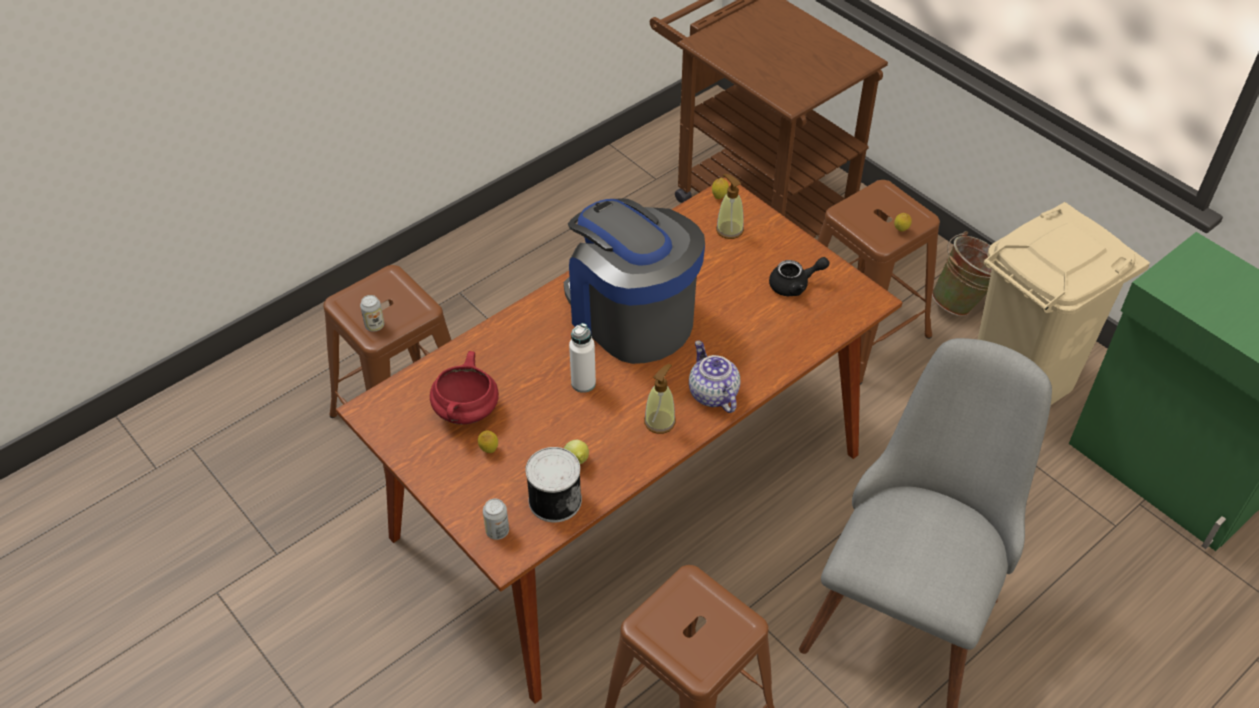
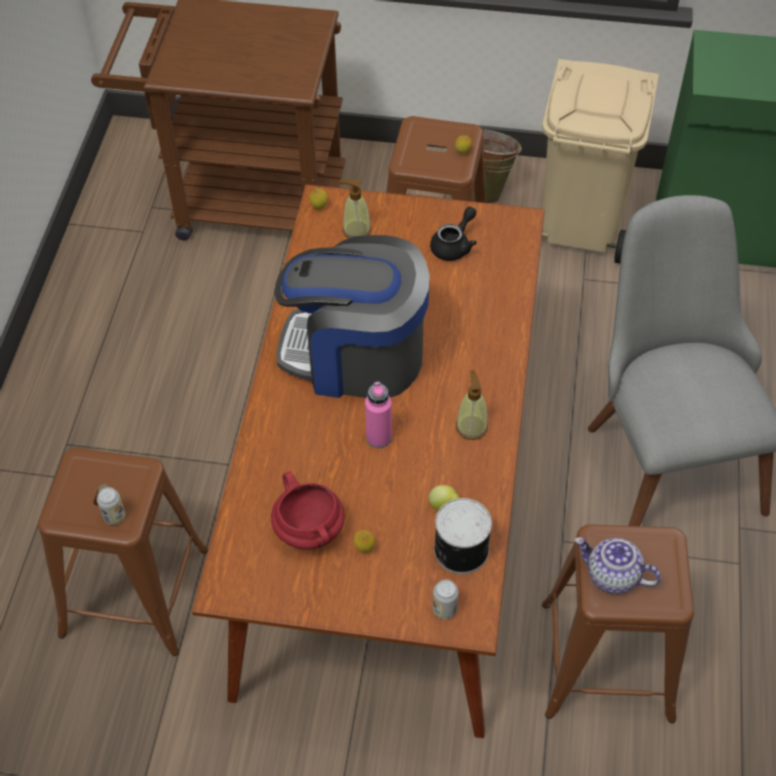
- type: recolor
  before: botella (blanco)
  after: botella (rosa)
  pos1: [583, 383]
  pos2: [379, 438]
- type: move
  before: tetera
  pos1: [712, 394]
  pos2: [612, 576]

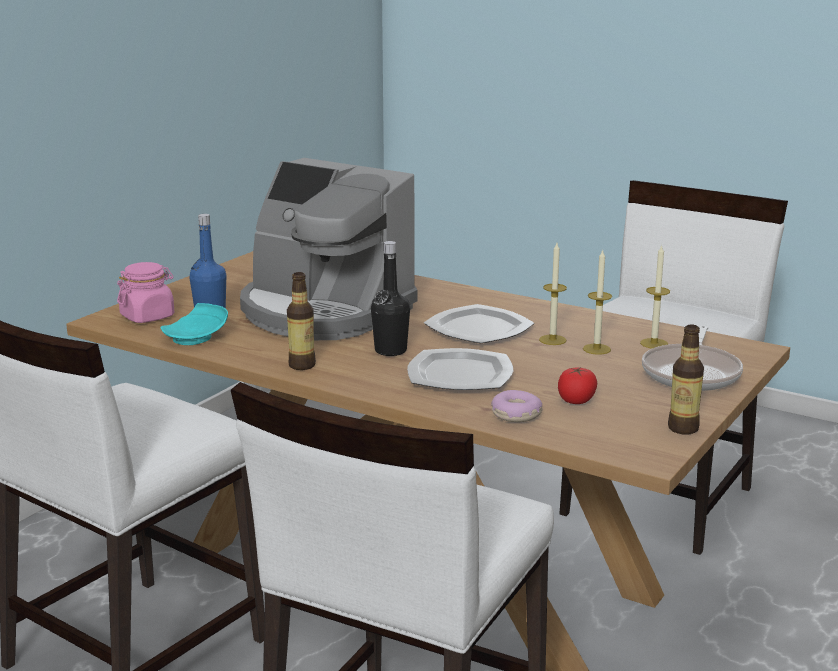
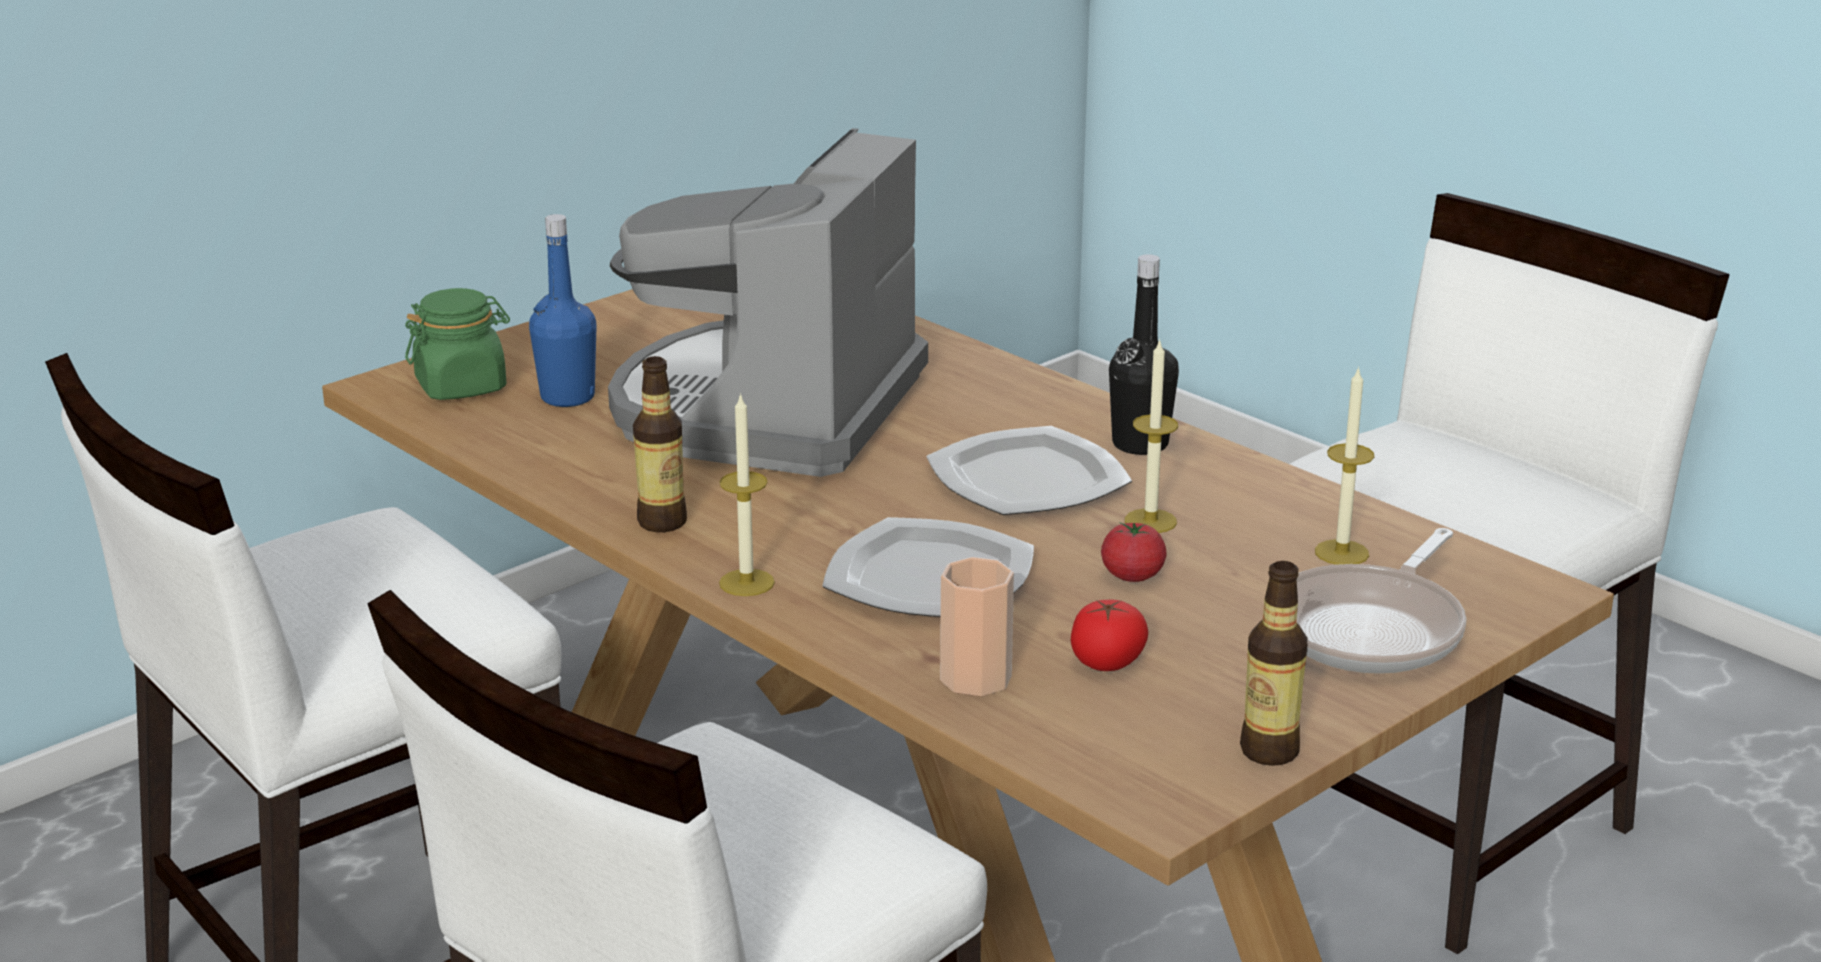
- type: rotate
  before: cafetera
  pos1: [323, 312]
  pos2: [768, 410]
  turn: 60
- type: move
  before: botella (negro)
  pos1: [390, 351]
  pos2: [1140, 444]
- type: move
  before: vela
  pos1: [596, 349]
  pos2: [746, 583]
- type: recolor
  before: tarro (rosa)
  after: tarro (verde)
  pos1: [147, 316]
  pos2: [462, 386]
- type: delete
  before: plato (turquesa)
  pos1: [197, 337]
- type: replace
  before: rosquilla
  after: taza
  pos1: [516, 415]
  pos2: [975, 678]
- type: insert
  after: tomate
  pos2: [1132, 576]

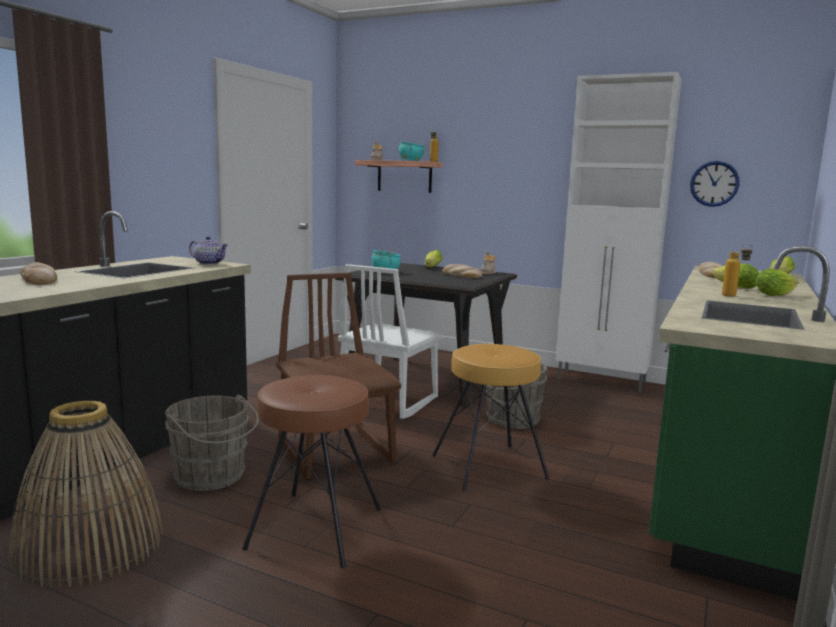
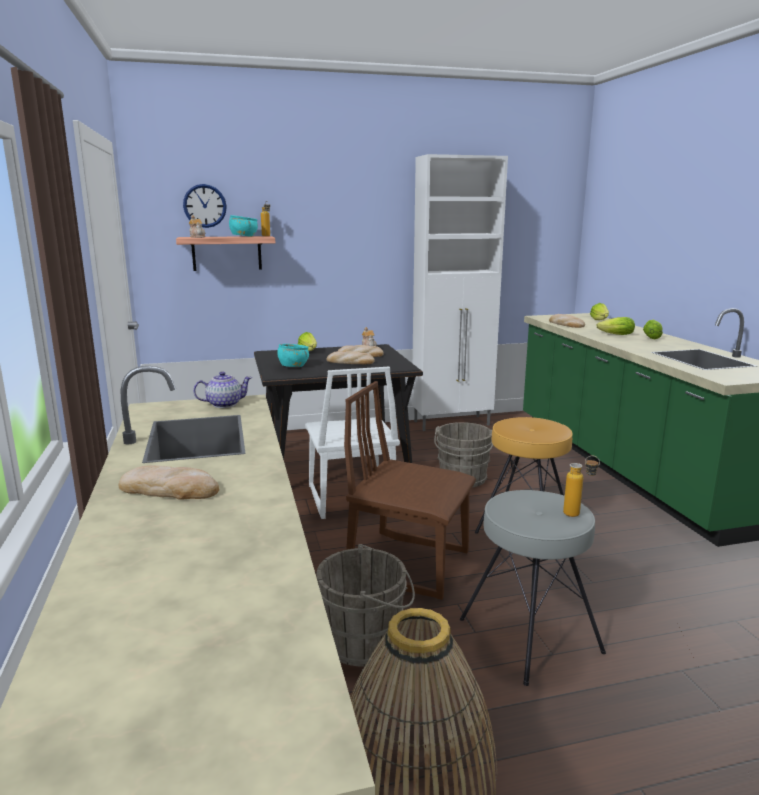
- type: move
  before: reloj de pared
  pos1: [714, 184]
  pos2: [205, 206]
- type: move
  before: botella
  pos1: [734, 296]
  pos2: [578, 514]
- type: recolor
  before: taburete (marrón)
  after: taburete (gris)
  pos1: [314, 527]
  pos2: [529, 636]
- type: insert
  after: pan
  pos2: [350, 362]

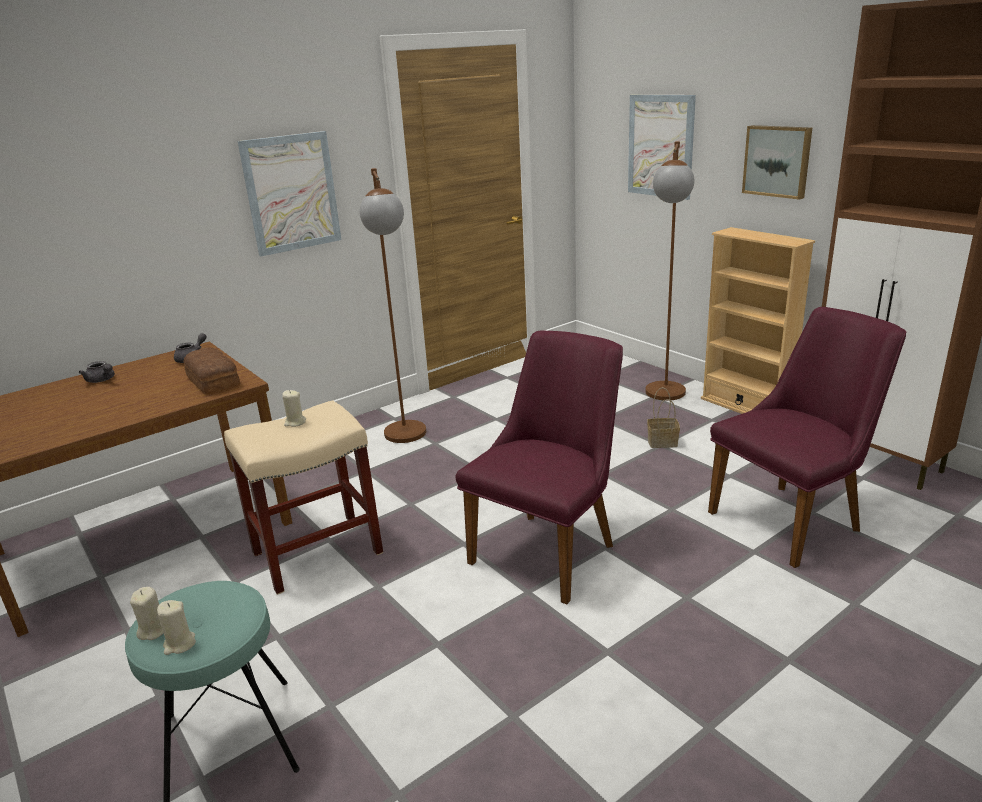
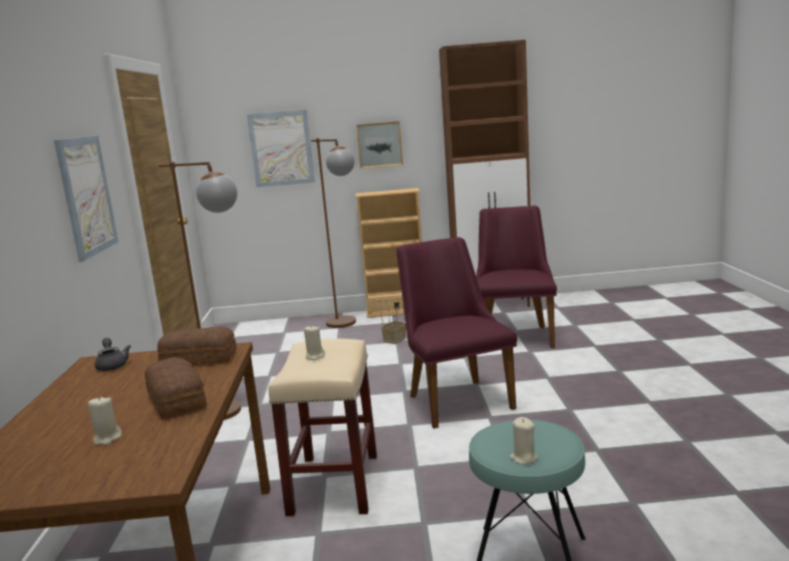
- type: delete
  before: tetera (gris)
  pos1: [102, 380]
- type: move
  before: vela (beis)
  pos1: [179, 644]
  pos2: [107, 438]
- type: insert
  after: pan
  pos2: [177, 399]

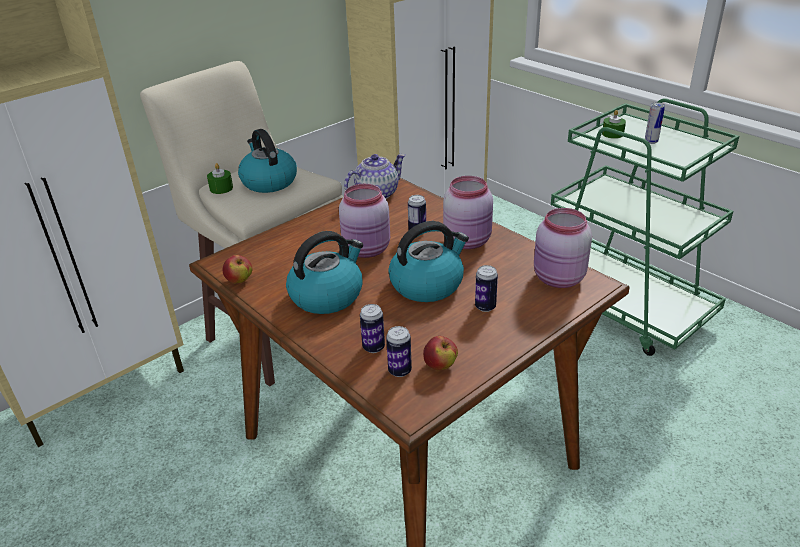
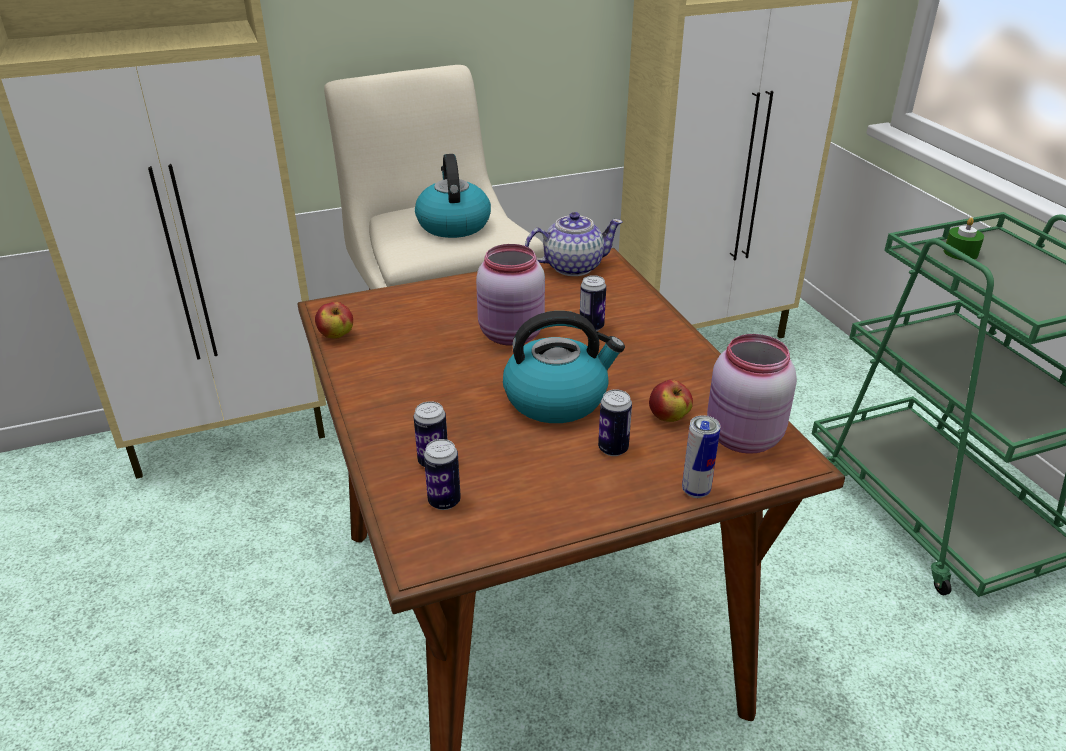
- type: move
  before: lata
  pos1: [651, 141]
  pos2: [696, 490]
- type: delete
  before: vela (verde)
  pos1: [221, 188]
- type: delete
  before: tarro (rosa)
  pos1: [468, 241]
- type: delete
  before: hervidor
  pos1: [327, 295]
- type: move
  before: manzana
  pos1: [440, 366]
  pos2: [668, 417]

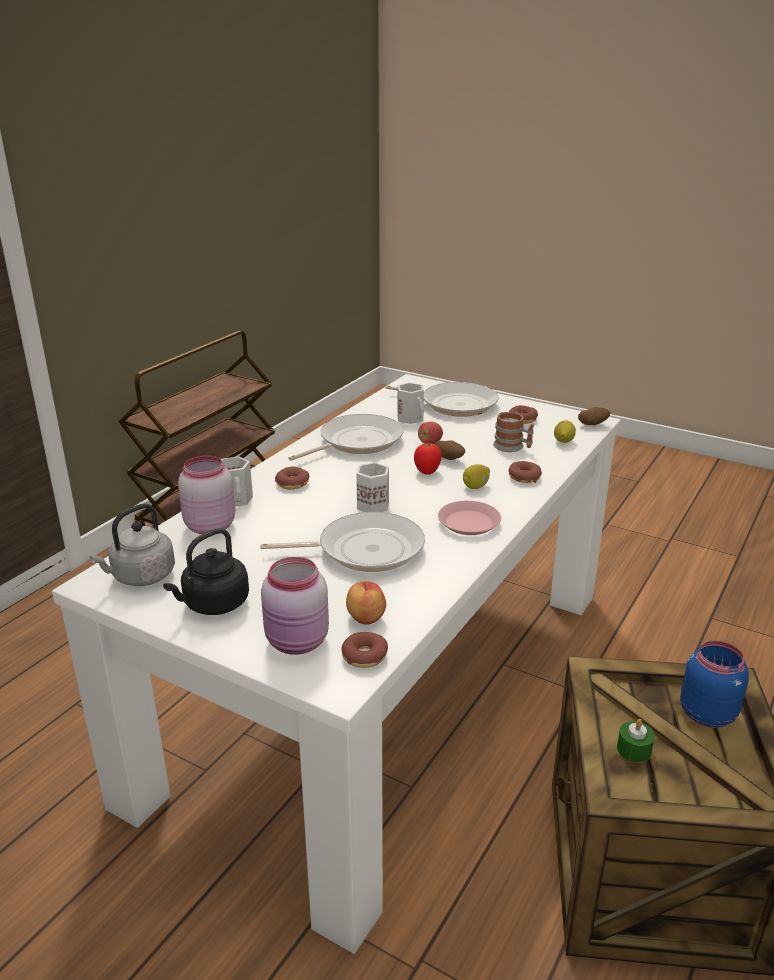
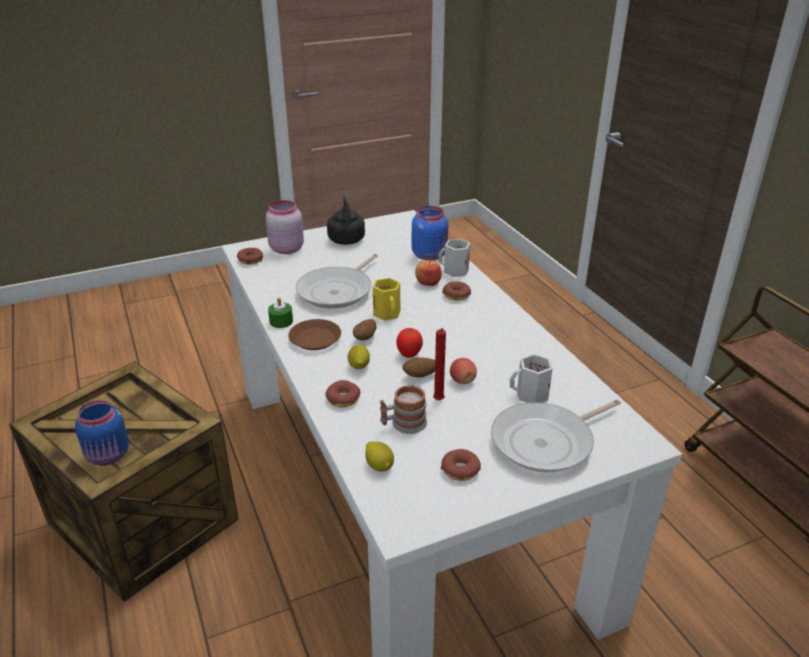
- type: move
  before: patata
  pos1: [592, 425]
  pos2: [365, 338]
- type: delete
  before: sartén
  pos1: [356, 442]
- type: recolor
  before: tarro (rosa)
  after: tarro (azul)
  pos1: [208, 526]
  pos2: [430, 255]
- type: recolor
  before: taza grande (blanco)
  after: taza grande (amarillo)
  pos1: [373, 504]
  pos2: [388, 313]
- type: recolor
  before: plato (rosa)
  after: plato (marrón)
  pos1: [468, 523]
  pos2: [315, 339]
- type: delete
  before: hervidor (gris)
  pos1: [141, 577]
- type: move
  before: manzana
  pos1: [365, 618]
  pos2: [428, 282]
- type: move
  before: vela (verde)
  pos1: [634, 749]
  pos2: [281, 321]
- type: insert
  after: vela (rojo)
  pos2: [438, 401]

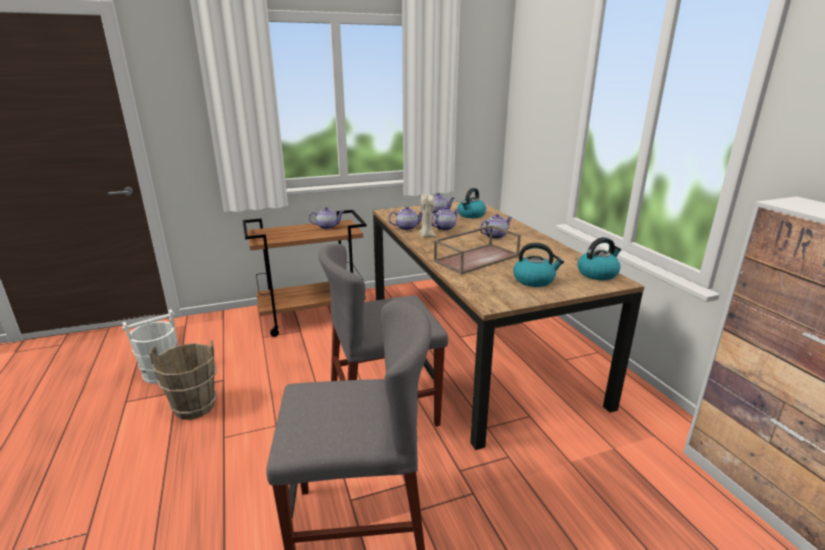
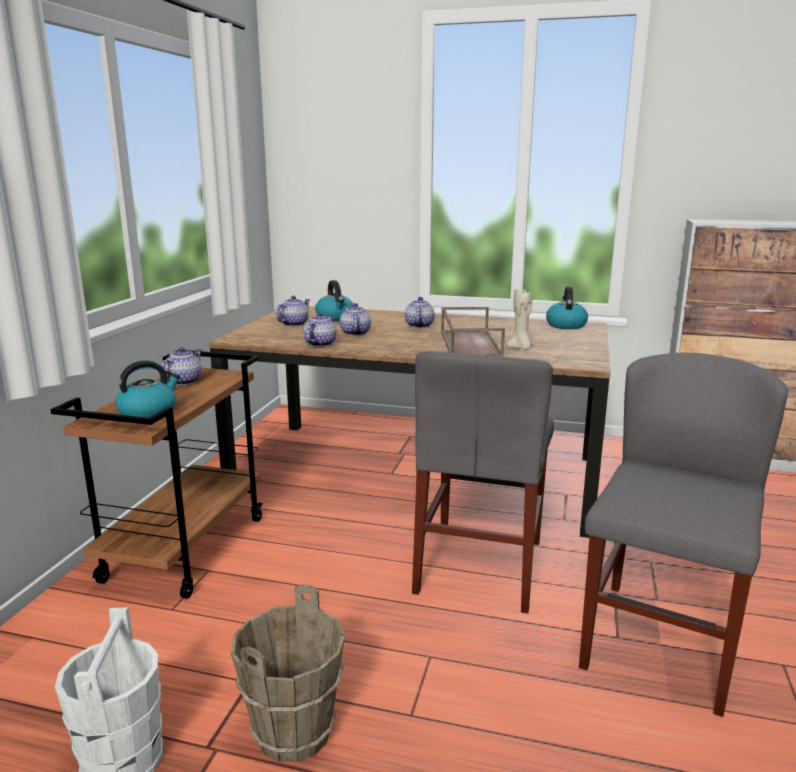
- type: move
  before: vela (beis)
  pos1: [426, 236]
  pos2: [520, 348]
- type: move
  before: hervidor
  pos1: [534, 280]
  pos2: [149, 413]

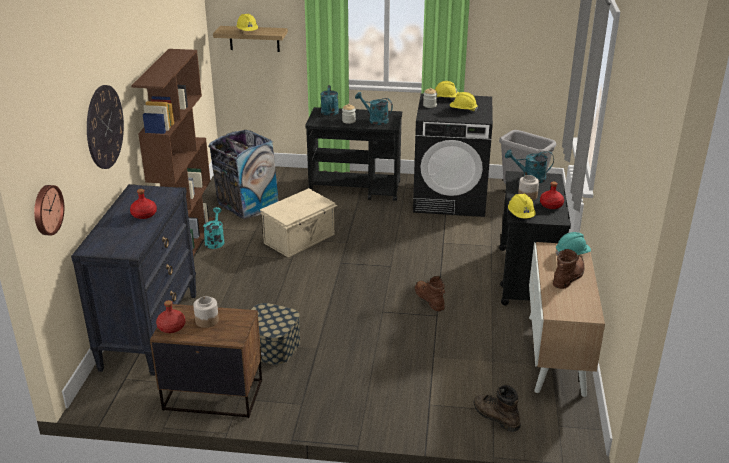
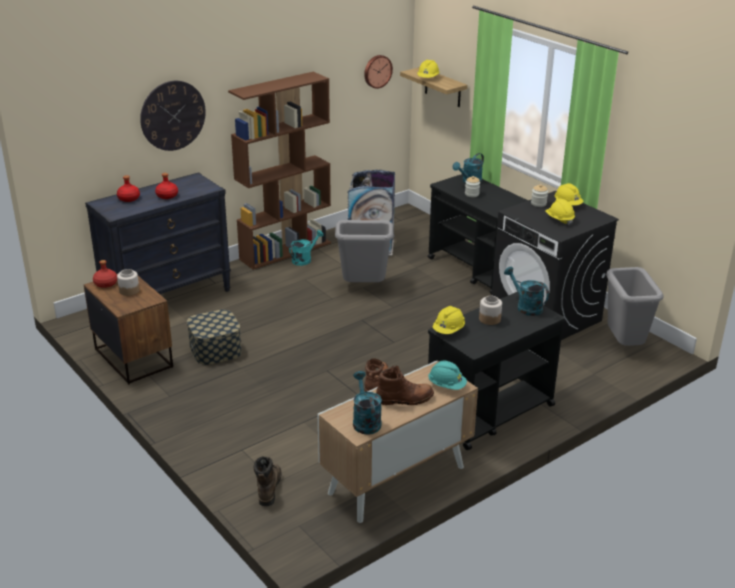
- type: move
  before: regadera (turquesa)
  pos1: [375, 120]
  pos2: [365, 421]
- type: move
  before: botella (rojo)
  pos1: [551, 205]
  pos2: [129, 198]
- type: move
  before: reloj de pared
  pos1: [46, 210]
  pos2: [377, 71]
- type: replace
  before: caja de almacenaje (beis)
  after: papelera (gris)
  pos1: [300, 239]
  pos2: [364, 287]

